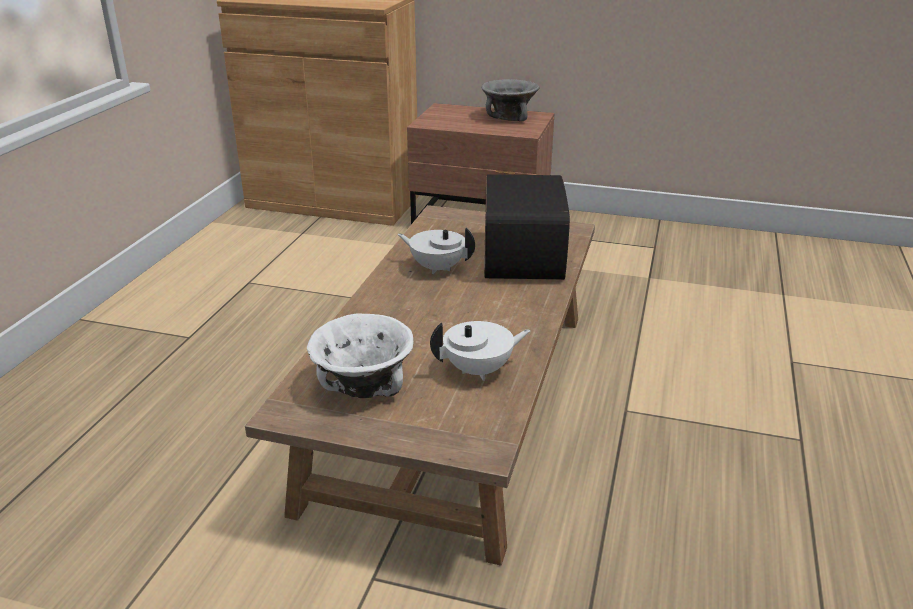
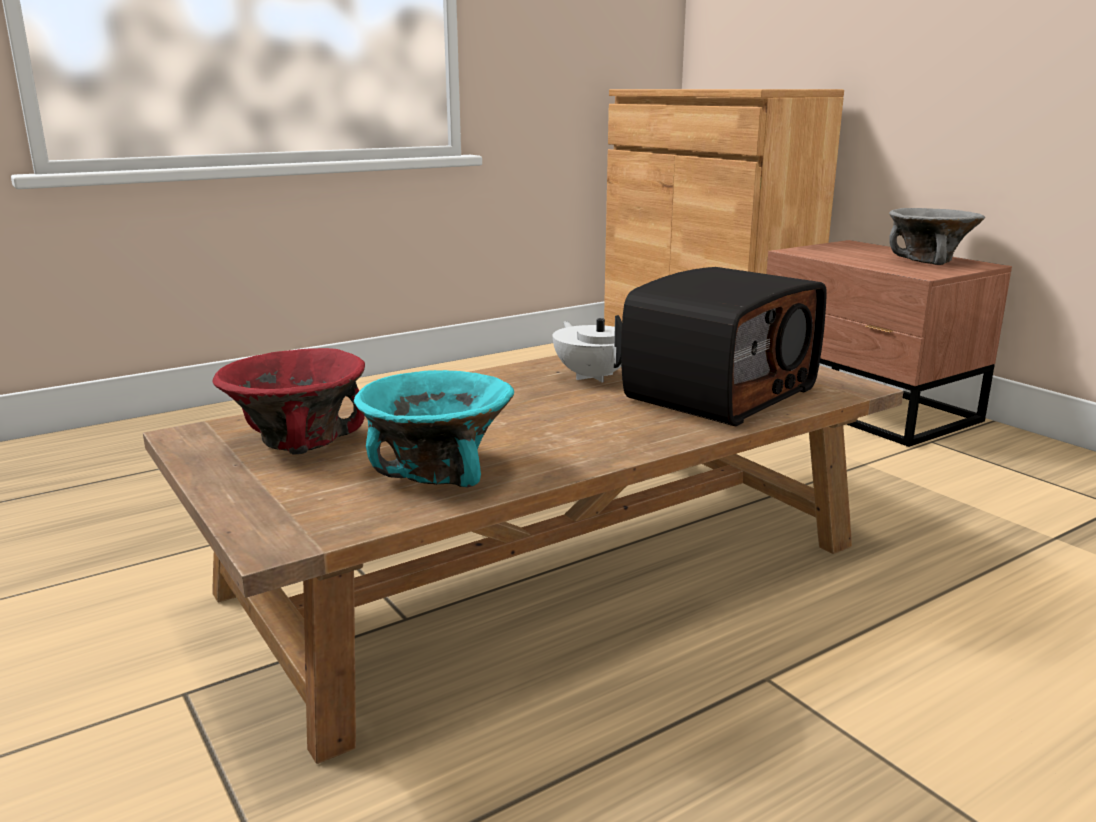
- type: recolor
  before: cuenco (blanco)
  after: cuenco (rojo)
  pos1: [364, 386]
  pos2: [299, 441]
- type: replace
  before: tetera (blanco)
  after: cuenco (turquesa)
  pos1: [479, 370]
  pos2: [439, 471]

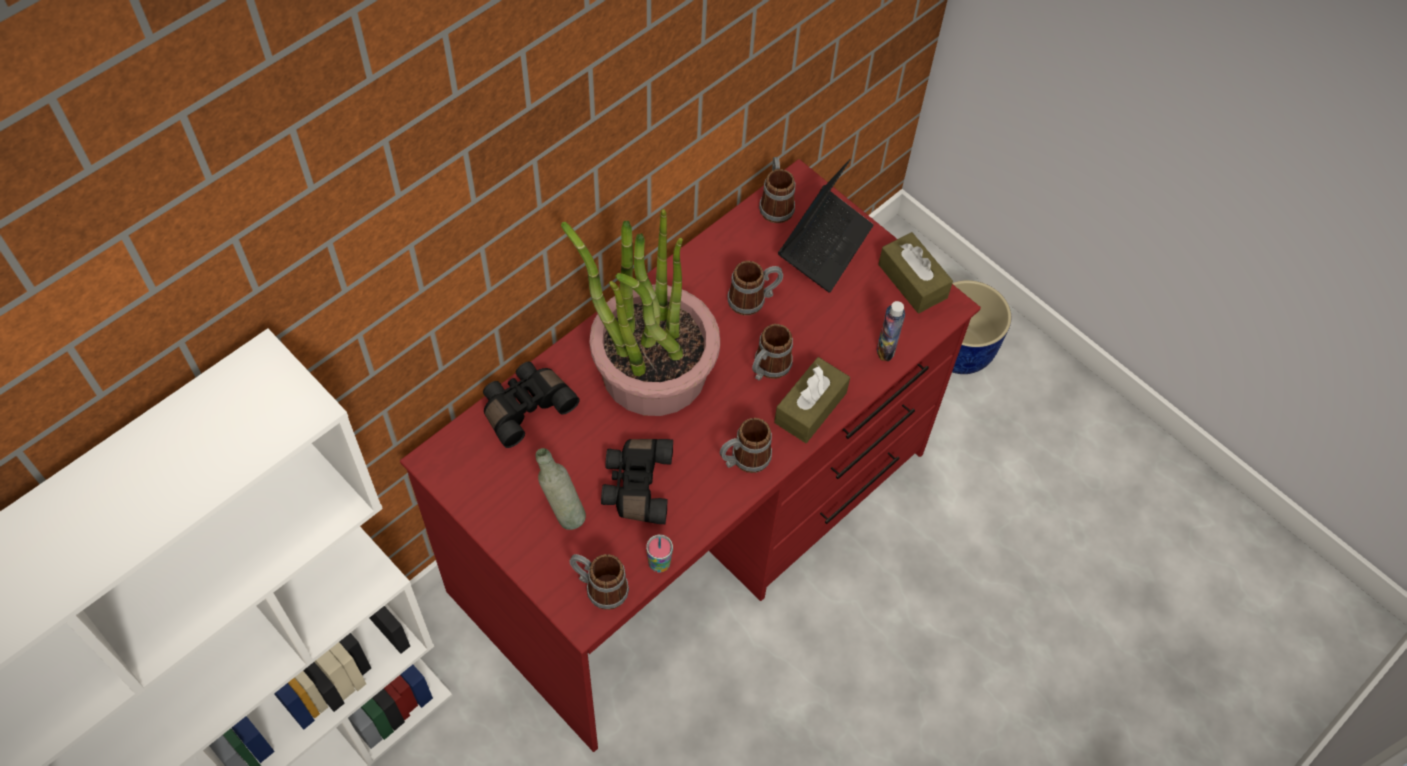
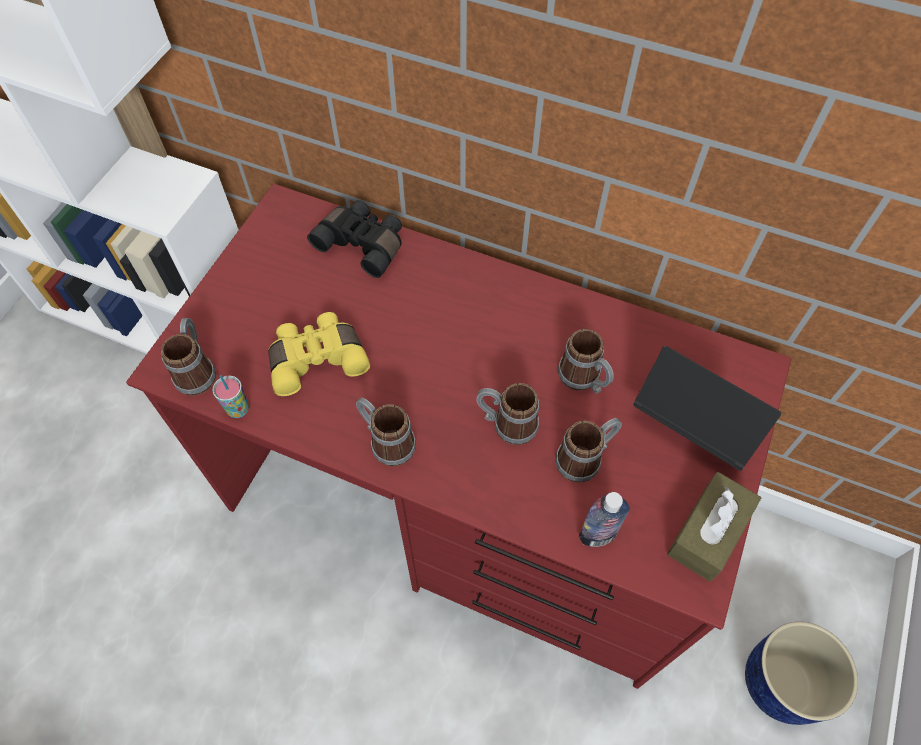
- type: move
  before: taza grande
  pos1: [775, 203]
  pos2: [585, 458]
- type: rotate
  before: portátil
  pos1: [825, 245]
  pos2: [695, 422]
  turn: -150
- type: delete
  before: planta en maceta
  pos1: [652, 370]
- type: delete
  before: caja de pañuelos (marrón)
  pos1: [810, 407]
- type: recolor
  before: prismáticos (negro)
  after: prismáticos (amarillo)
  pos1: [636, 485]
  pos2: [317, 358]
- type: delete
  before: botella (gris)
  pos1: [563, 513]

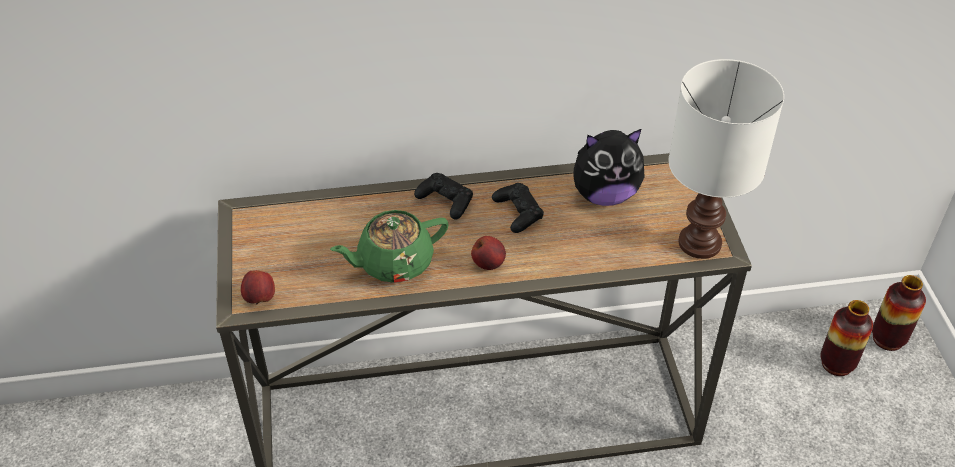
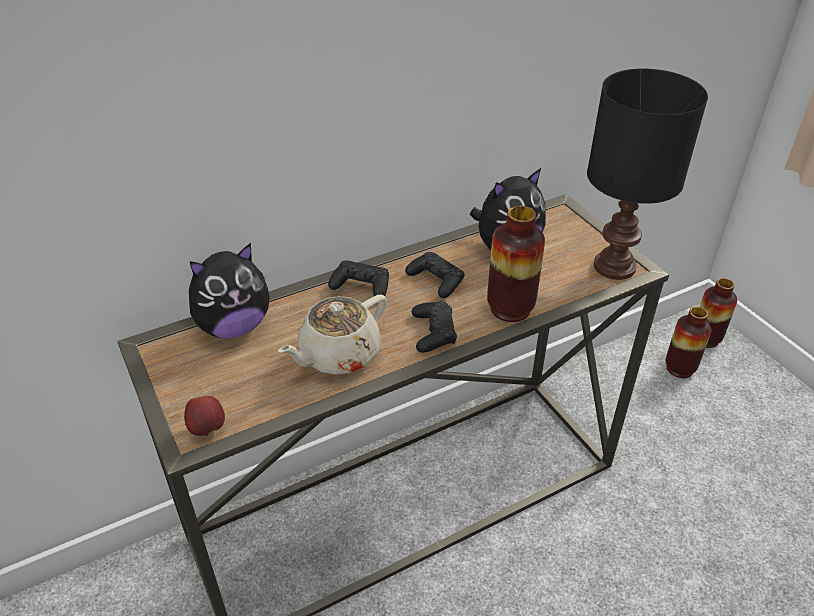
- type: recolor
  before: lámpara de mesa (blanco)
  after: lámpara de mesa (negro)
  pos1: [698, 244]
  pos2: [614, 268]
- type: recolor
  before: tetera (verde)
  after: tetera (beis)
  pos1: [394, 263]
  pos2: [338, 355]
- type: replace
  before: manzana
  after: mando de consola (negro)
  pos1: [488, 264]
  pos2: [433, 332]
- type: insert
  after: florero
  pos2: [510, 308]
- type: insert
  after: peluche
  pos2: [234, 326]

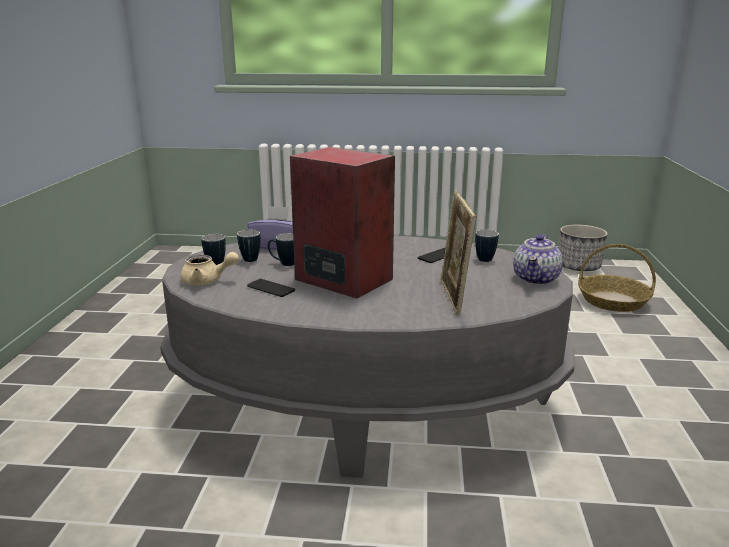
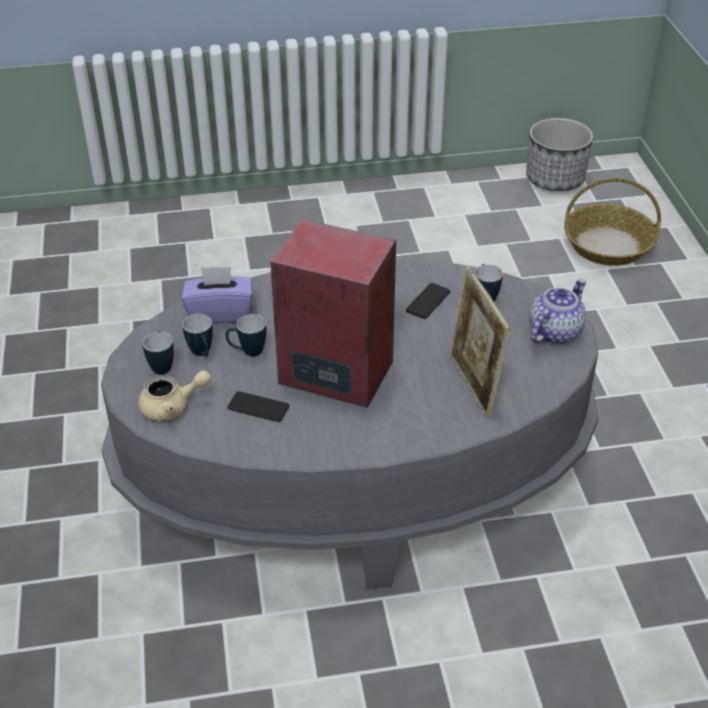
- type: rotate
  before: tetera
  pos1: [536, 279]
  pos2: [554, 332]
  turn: -150

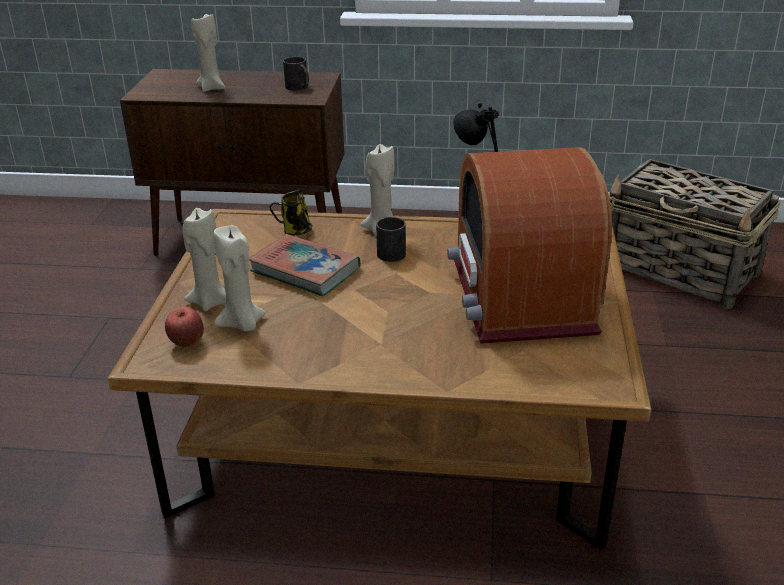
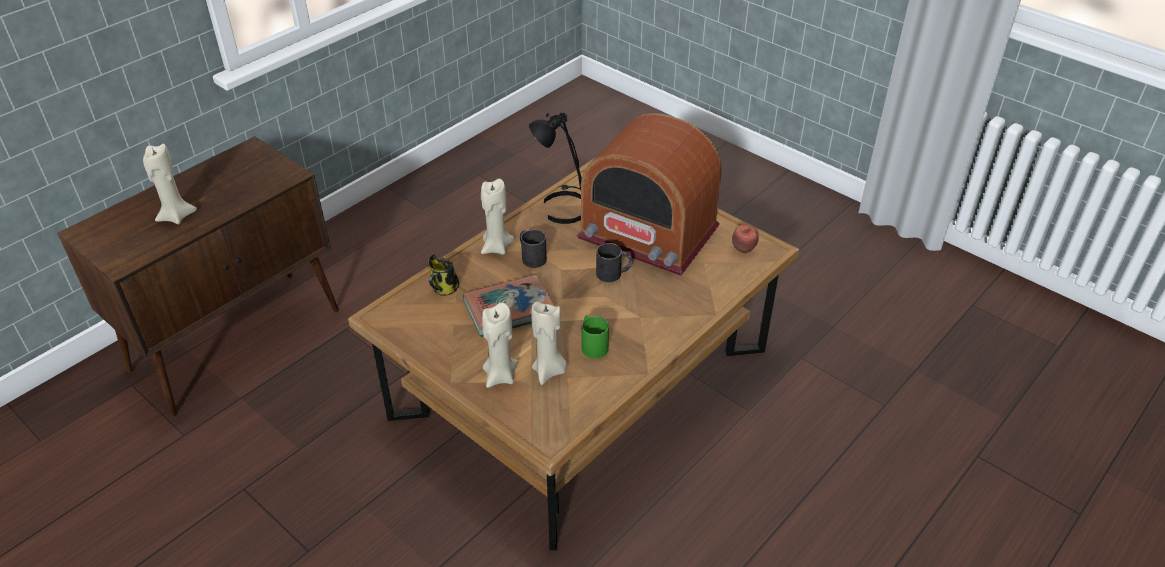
- type: move
  before: taza grande (negro)
  pos1: [299, 88]
  pos2: [614, 273]
- type: delete
  before: cesta
  pos1: [681, 271]
- type: move
  before: manzana
  pos1: [187, 343]
  pos2: [743, 249]
- type: insert
  after: taza grande (verde)
  pos2: [592, 344]

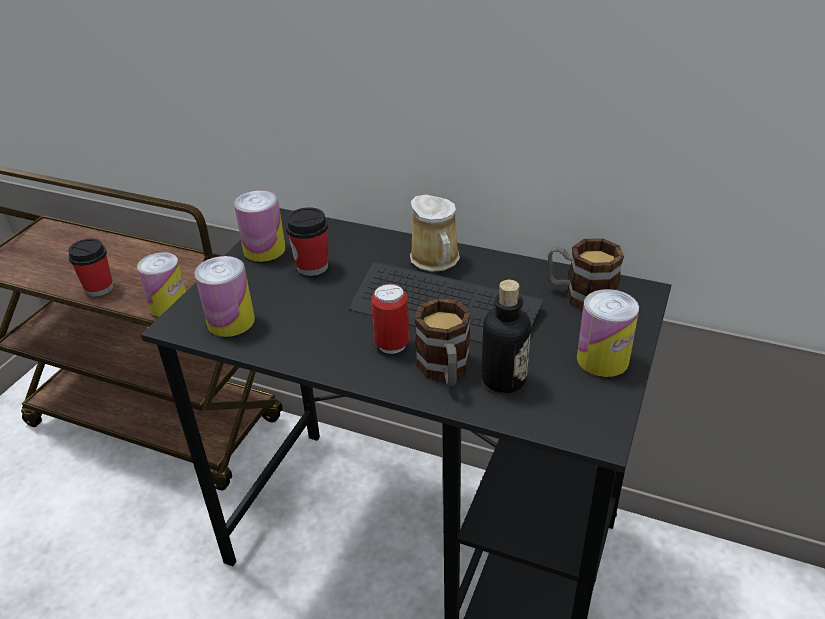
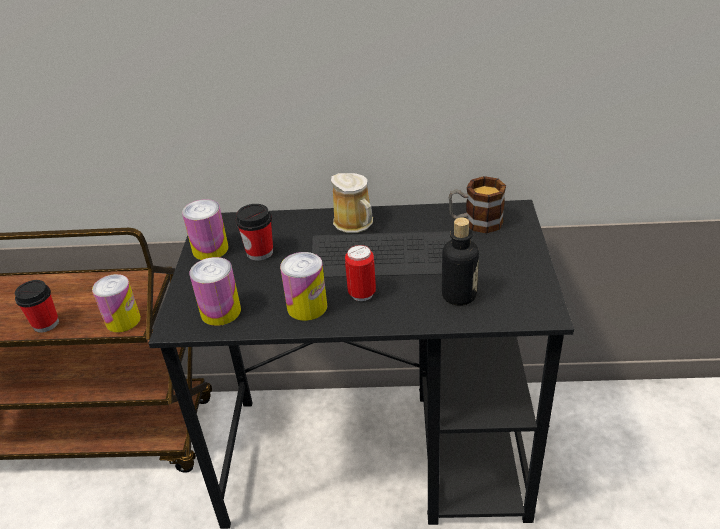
- type: move
  before: lata
  pos1: [602, 359]
  pos2: [307, 307]
- type: delete
  before: taza grande
  pos1: [445, 370]

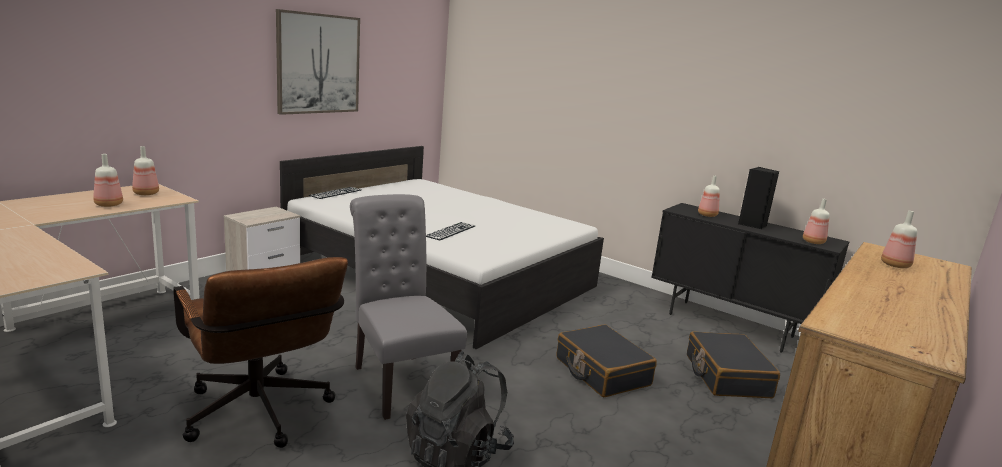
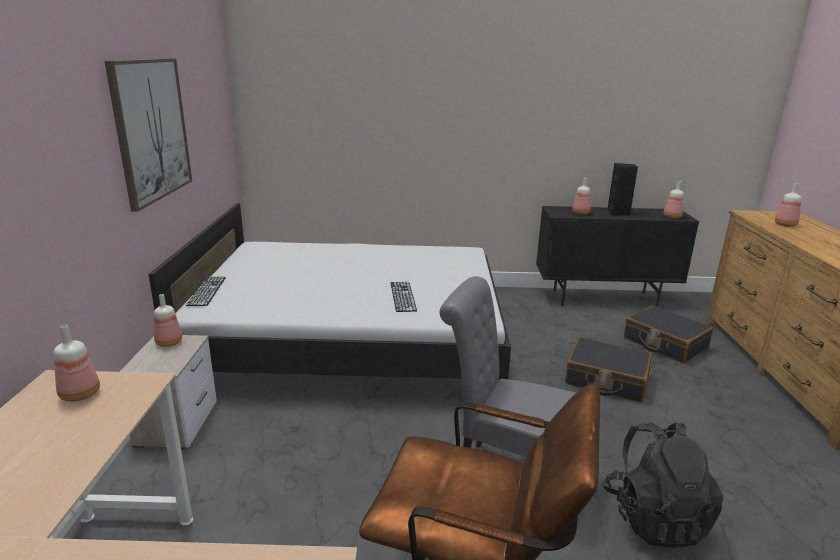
- type: move
  before: botella
  pos1: [108, 205]
  pos2: [169, 343]

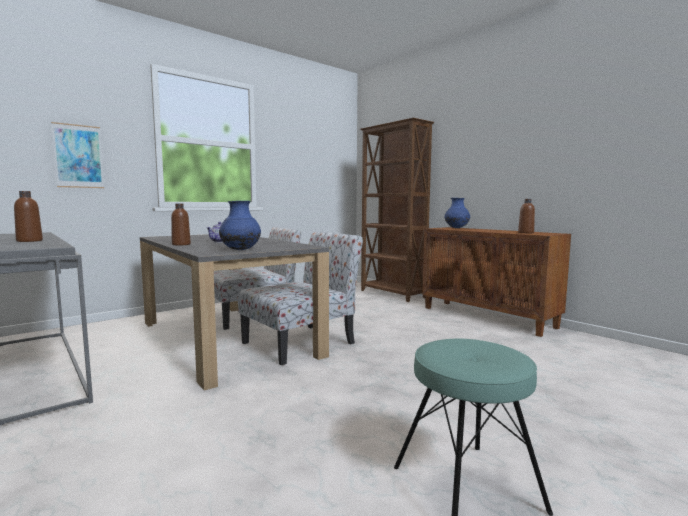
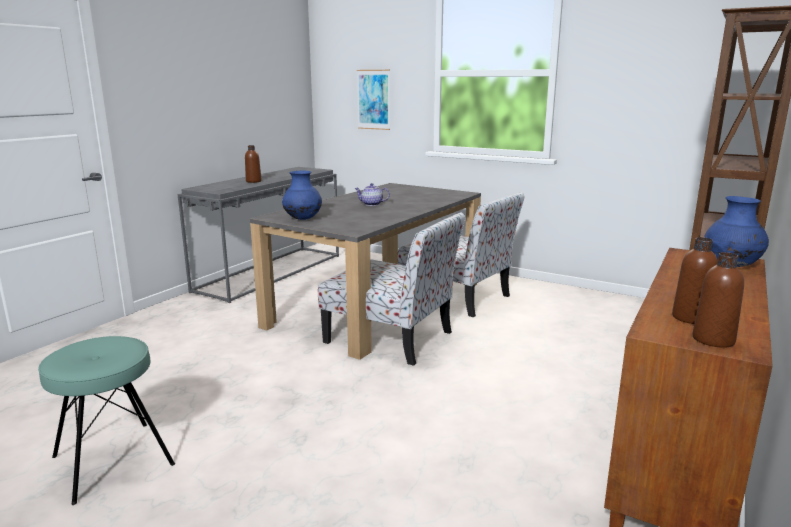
- type: move
  before: botella (marrón)
  pos1: [181, 244]
  pos2: [713, 340]

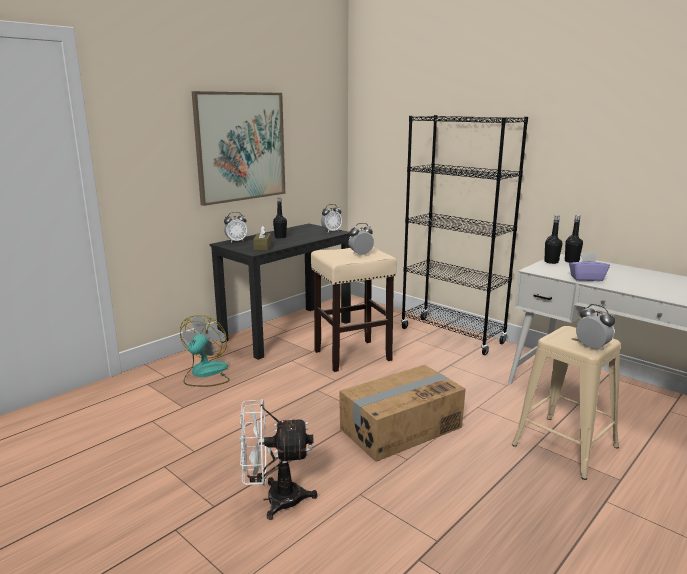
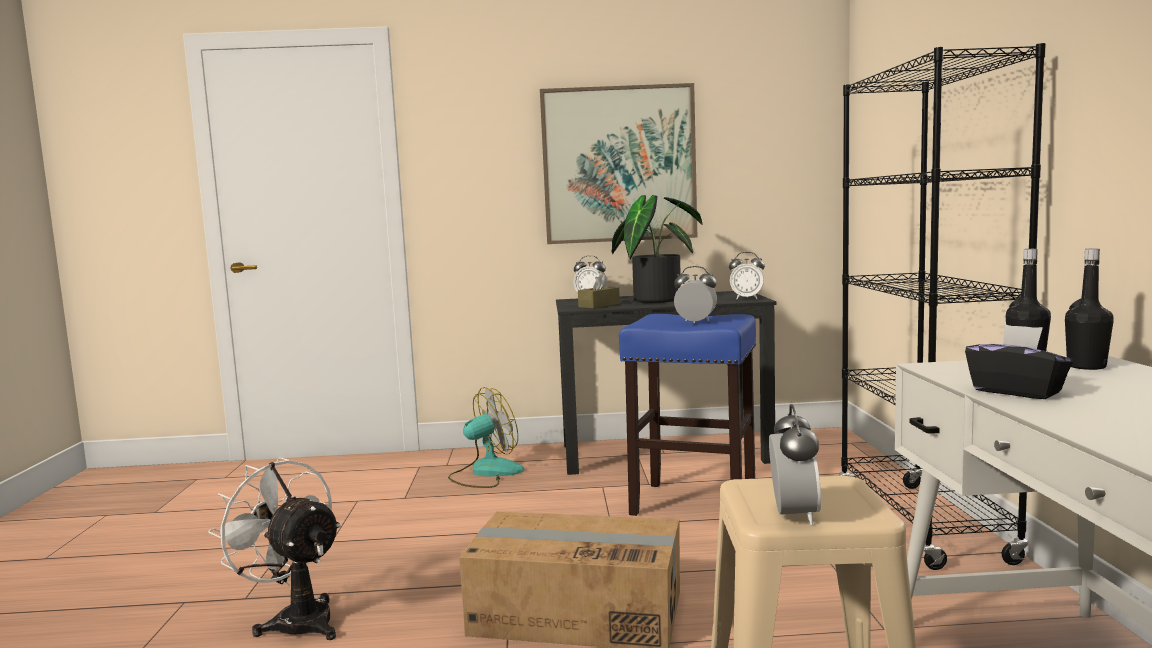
- type: replace
  before: botella (negro)
  after: planta en maceta
  pos1: [280, 237]
  pos2: [655, 299]
- type: recolor
  before: taburete (beis)
  after: taburete (azul)
  pos1: [351, 356]
  pos2: [692, 503]
- type: recolor
  before: caja de pañuelos (morado)
  after: caja de pañuelos (negro)
  pos1: [586, 278]
  pos2: [1017, 391]

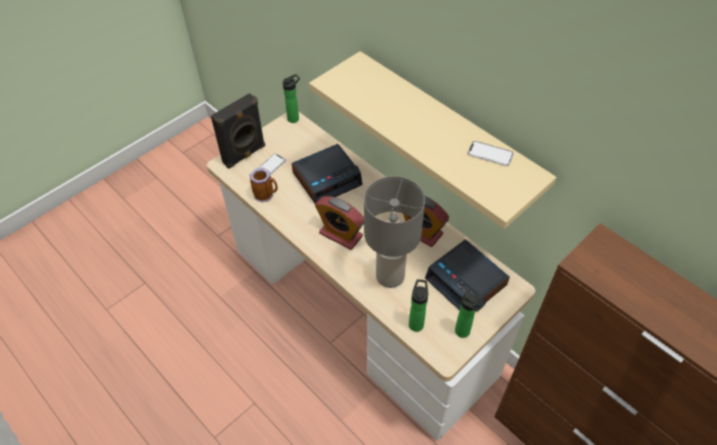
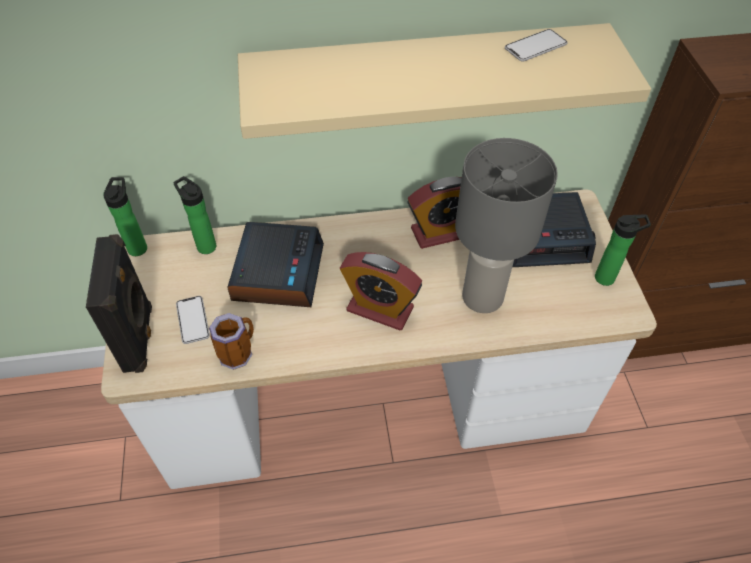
- type: rotate
  before: despertador
  pos1: [341, 234]
  pos2: [380, 309]
  turn: 45
- type: move
  before: botella
  pos1: [416, 323]
  pos2: [204, 245]

